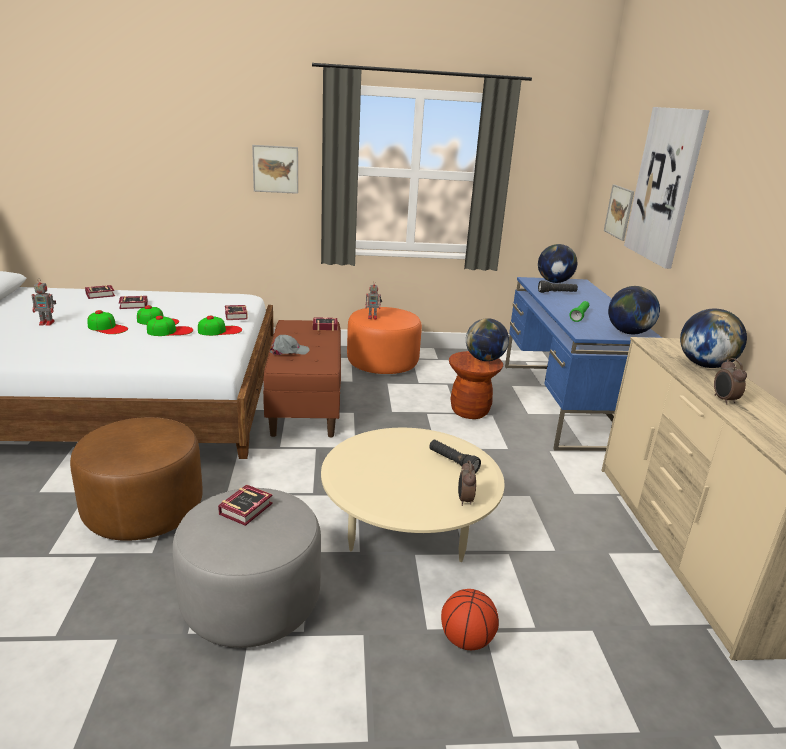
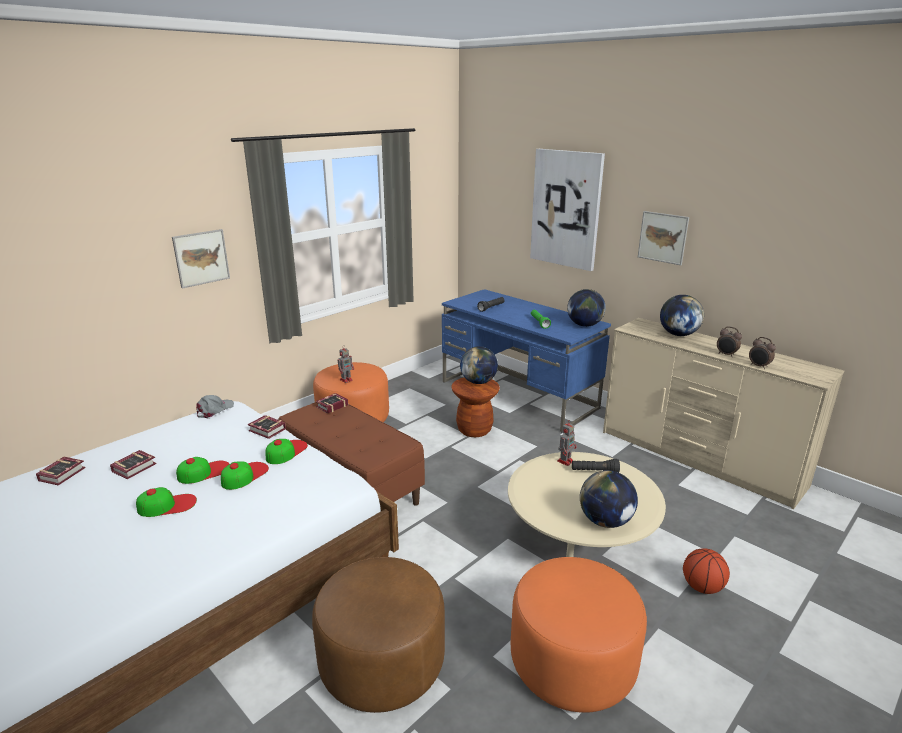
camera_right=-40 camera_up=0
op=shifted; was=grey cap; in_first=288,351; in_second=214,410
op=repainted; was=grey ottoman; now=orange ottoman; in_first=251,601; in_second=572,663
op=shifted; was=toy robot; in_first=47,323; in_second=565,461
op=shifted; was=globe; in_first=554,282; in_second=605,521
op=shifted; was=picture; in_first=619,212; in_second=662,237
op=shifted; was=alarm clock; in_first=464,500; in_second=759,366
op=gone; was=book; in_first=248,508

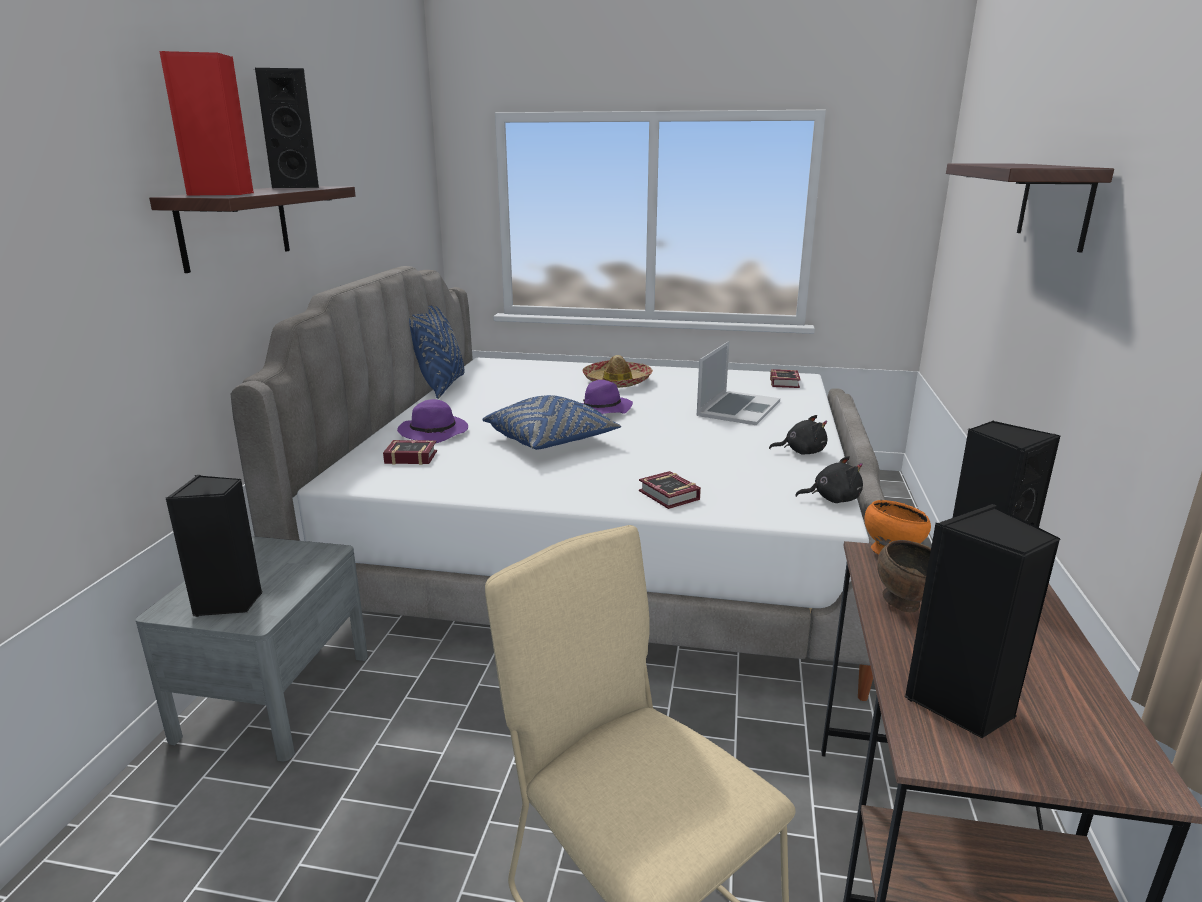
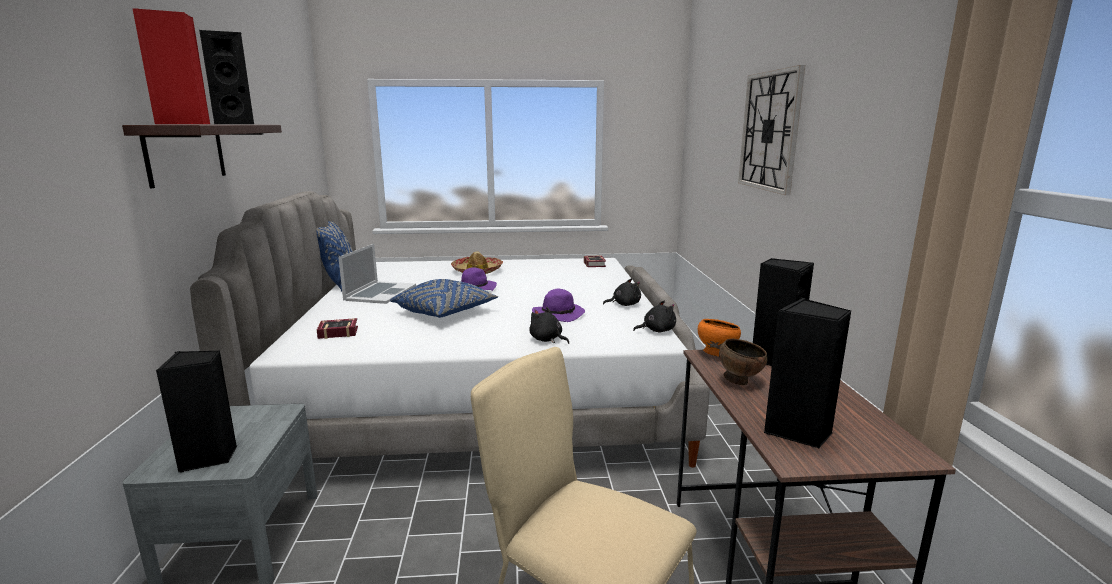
camera_right=-15 camera_up=-5
op=shifted; was=laptop; in_first=738,408; in_second=380,293
op=swapped; was=book; now=black plush toy; in_first=669,496; in_second=547,340
op=shifted; was=purple hat; in_first=435,433; in_second=559,314
op=swapped; was=shelf; now=wall clock; in_first=1055,204; in_second=770,131

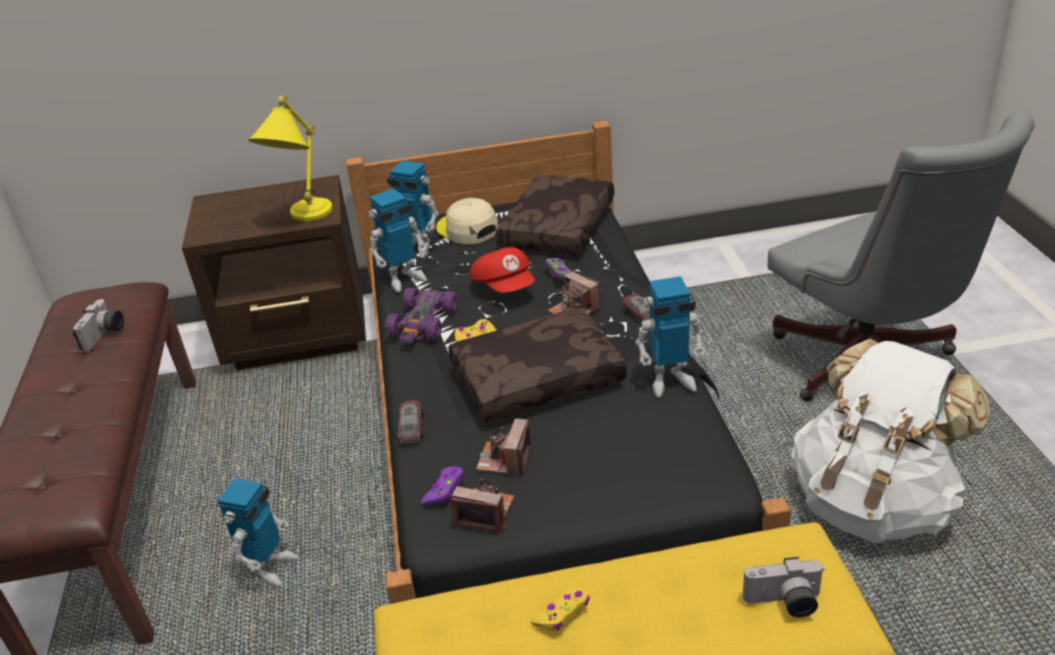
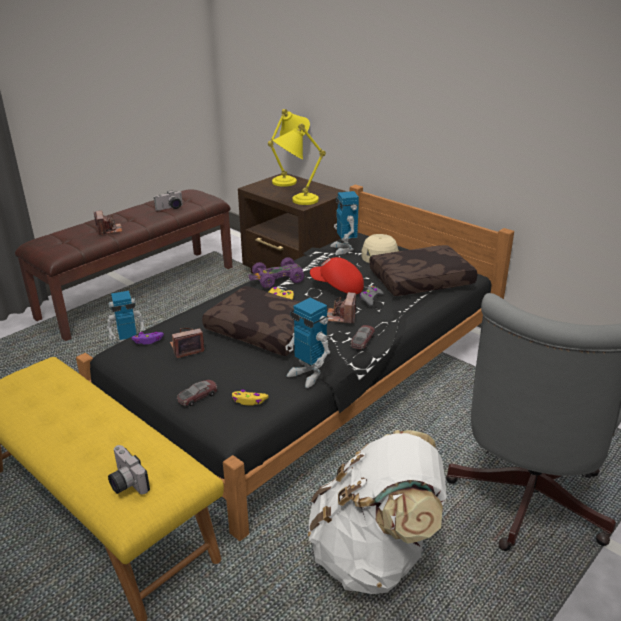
camera_right=50 camera_up=-5
op=shifted; was=photo camera; in_first=485,512; in_second=109,230
op=shifted; was=toy car; in_first=411,426; in_second=197,396
op=shifted; was=yellow game controller; in_first=563,613; in_second=249,401
op=new; now=yellow table lamp; in_second=291,180
op=rotated; was=red cap; in_first=505,286; in_second=337,287; clockwise=90
op=gone; was=toy robot; in_first=404,278

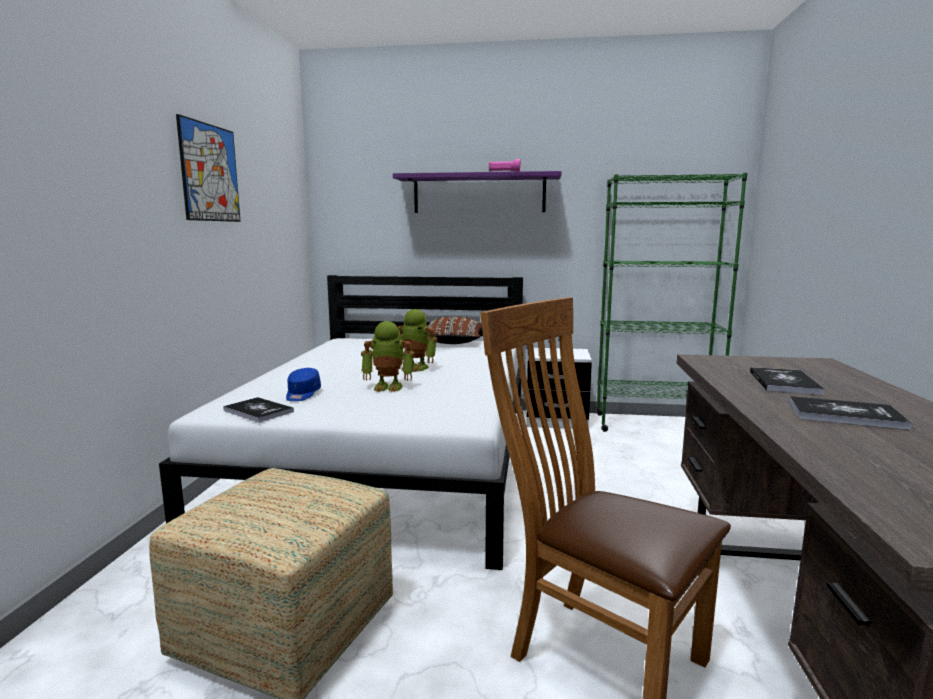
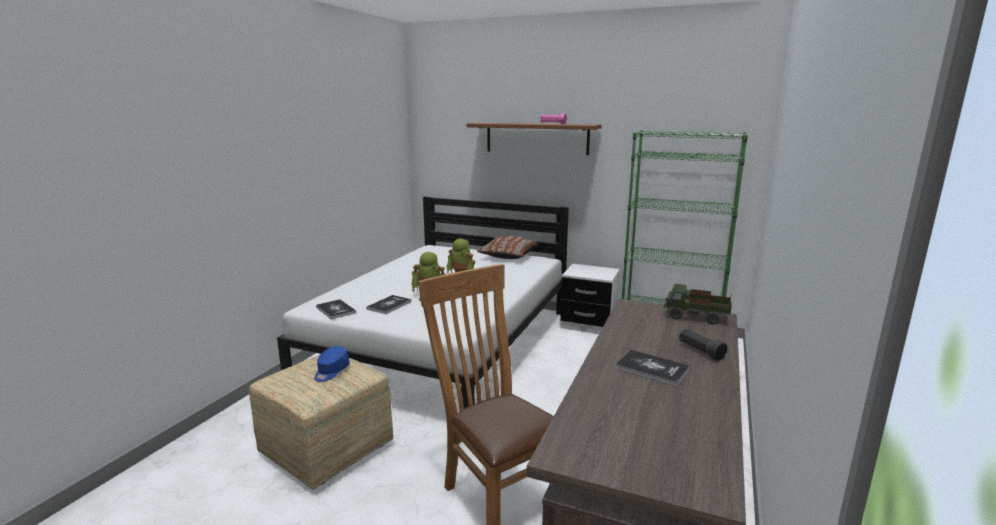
camera_right=15 camera_up=5
op=shifted; was=blue cap; in_first=302,394; in_second=331,371
op=shifted; was=book; in_first=784,382; in_second=389,305
op=repainted; was=purple shelf; now=brown shelf; in_first=479,194; in_second=536,138
op=new; now=toy truck; in_second=696,317
op=new; now=black flashlight; in_second=700,351
op=gone; was=picture; in_first=210,173

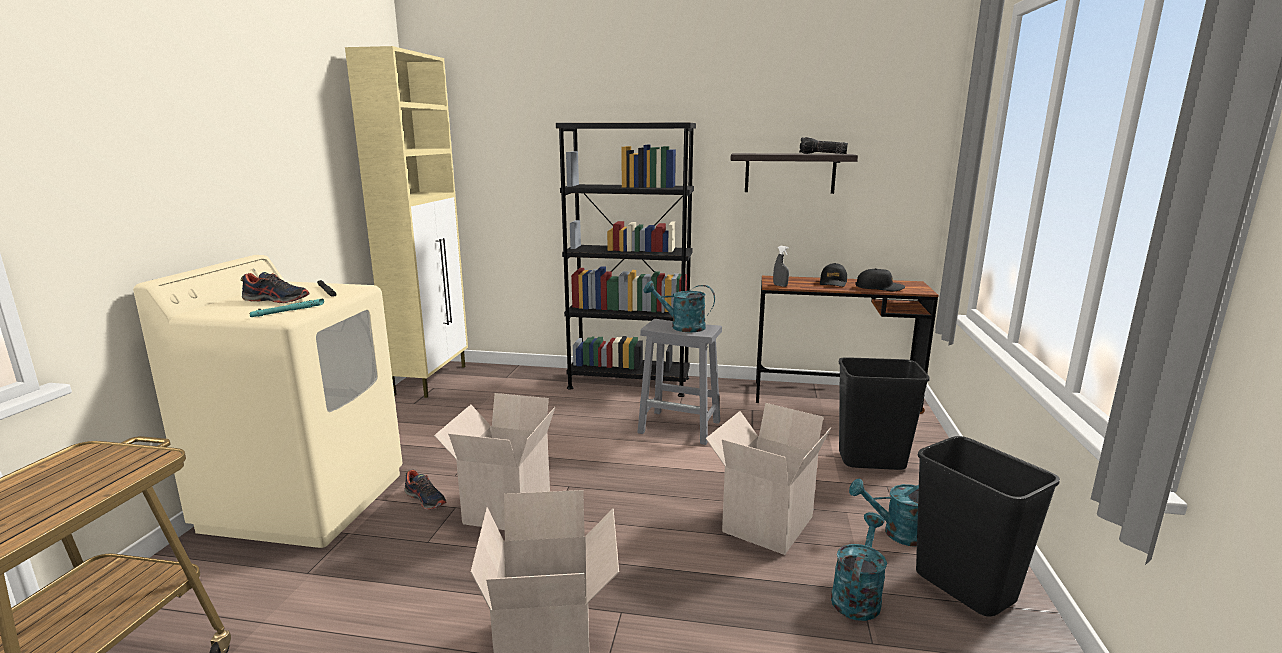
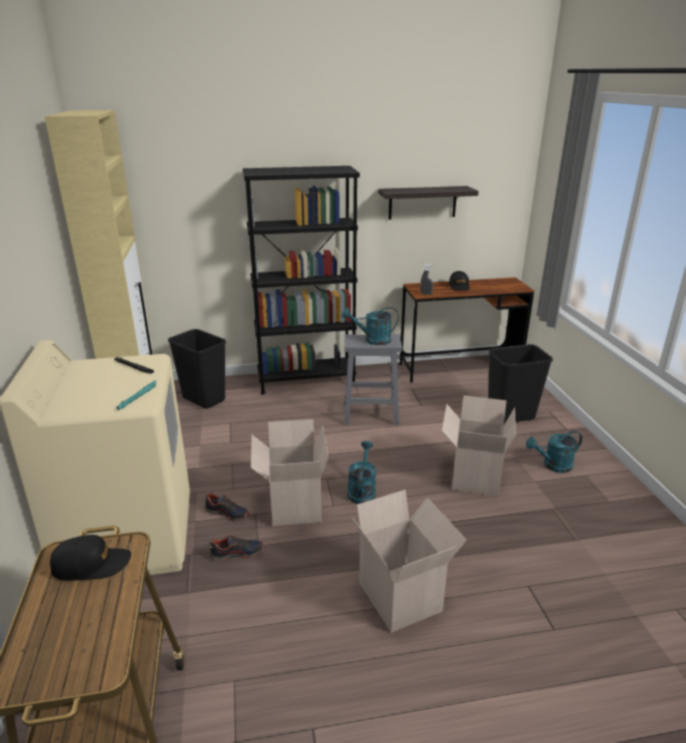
camera_right=-20 camera_up=10
op=shifted; was=black cap; in_first=879,288; in_second=91,564
op=shifted; was=black trash can; in_first=963,587; in_second=203,399
op=shifted; was=shoe; in_first=277,300; in_second=237,553
op=shifted; was=turquoise watering can; in_first=857,595; in_second=362,490
op=gone; was=flashlight; in_first=822,154

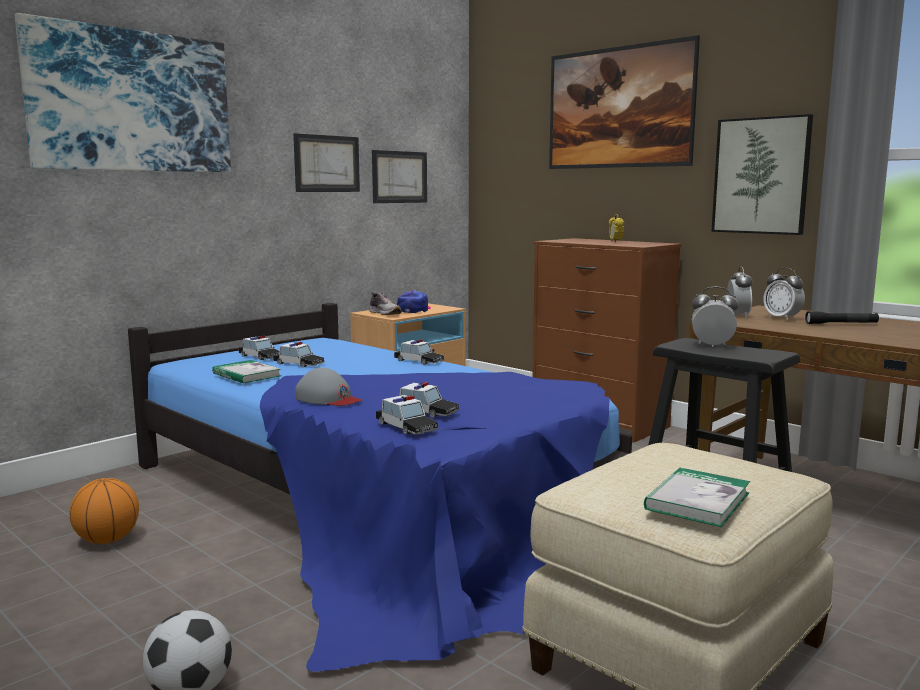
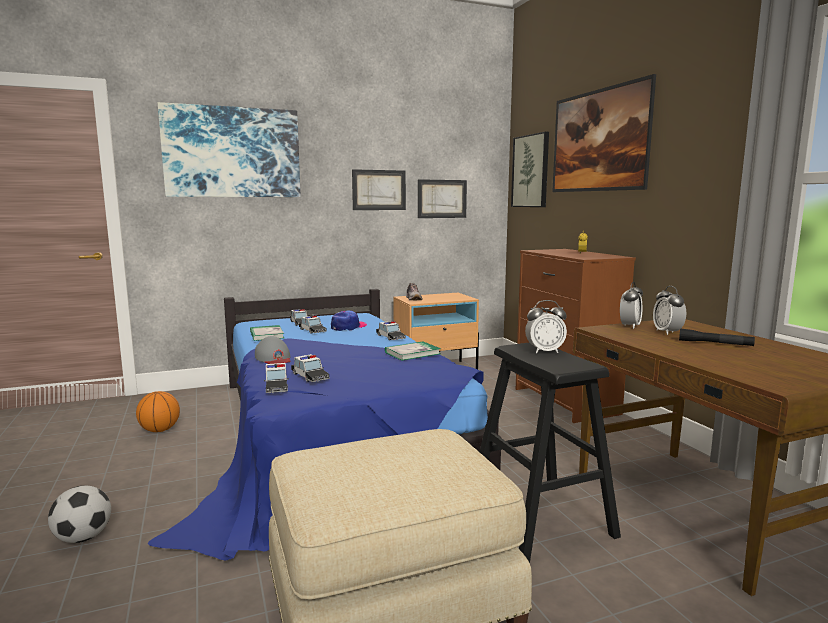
camera_right=25 camera_up=0
op=shifted; was=cap; in_first=414,310; in_second=348,327
op=shifted; was=book; in_first=697,501; in_second=412,353
op=shifted; was=picture; in_first=761,176; in_second=531,171
op=rotated; was=alarm clock; in_first=712,345; in_second=544,351; clockwise=135

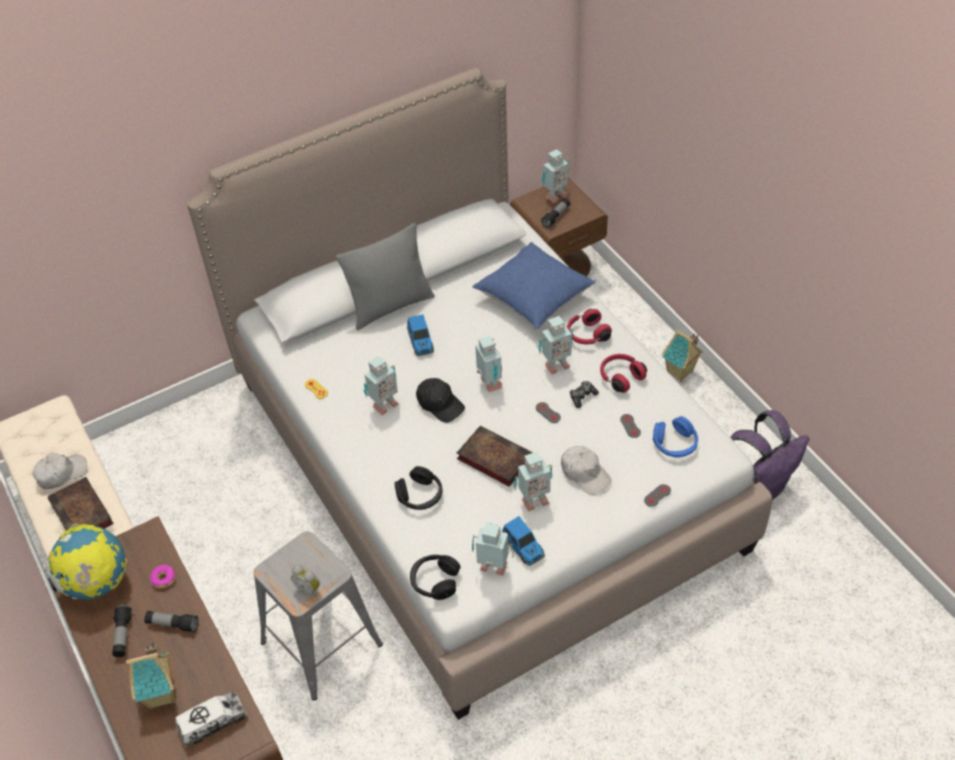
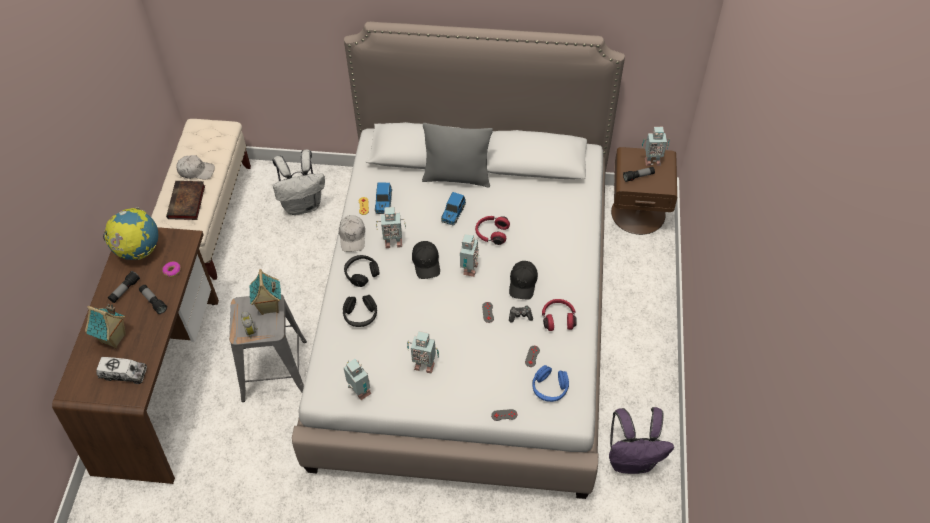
camera_right=35 camera_up=5
op=shifted; was=toy house; in_first=680,373; in_second=269,307
op=new; now=white backpack; in_second=303,204
op=shifted; was=white cap; in_first=585,473; in_second=352,236
op=shifted; was=black headphones; in_first=435,581; in_second=361,273
op=shifted; was=toy car; in_first=523,547; in_second=383,203
op=shifted; was=red headphones; in_first=587,335; in_second=491,233
op=swapped; was=toy robot; now=black cap; in_first=555,365; in_second=523,283
op=gone; was=book; in_first=493,458
op=gone; was=blue pillow; in_first=534,298

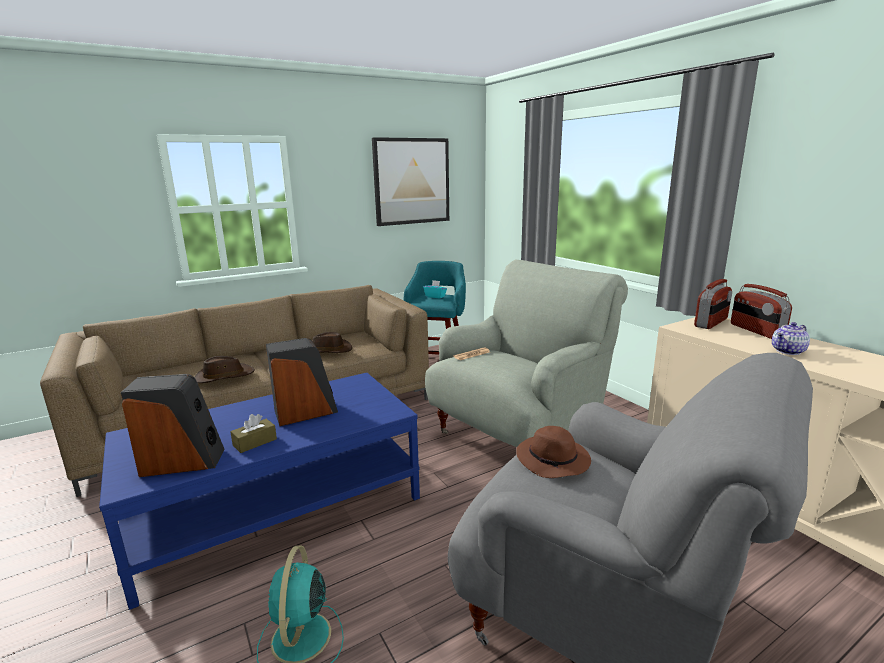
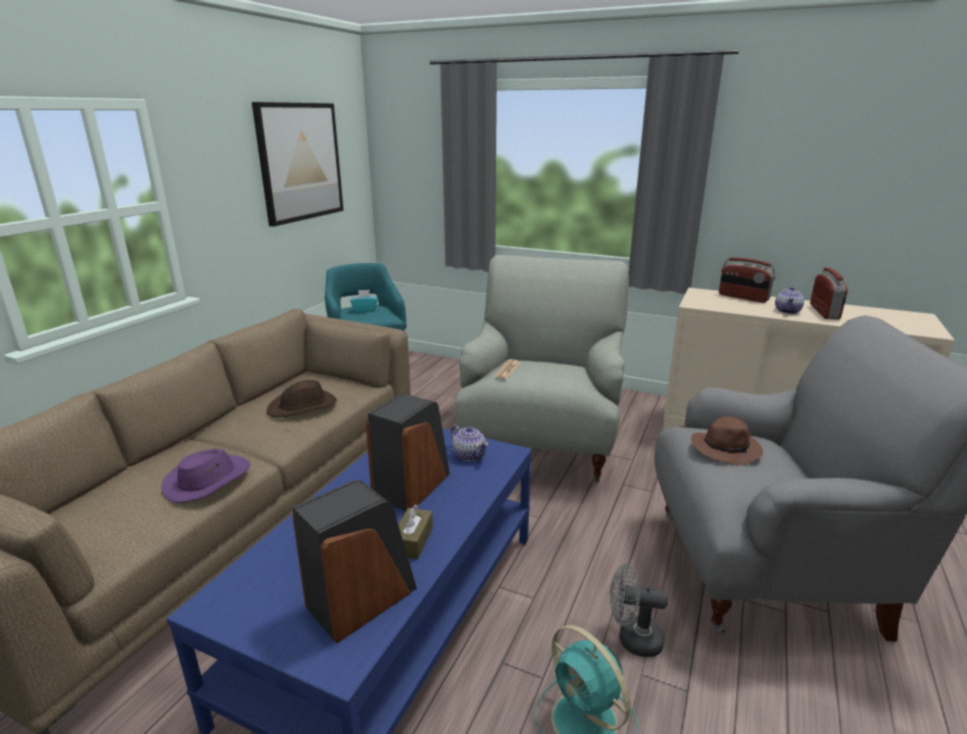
camera_right=-35 camera_up=5
op=repainted; was=brown hat; now=purple hat; in_first=224,376; in_second=207,480
op=new; now=teapot; in_second=469,455
op=new; now=grey fan; in_second=632,639
op=shifted; was=radio; in_first=711,323; in_second=824,312

